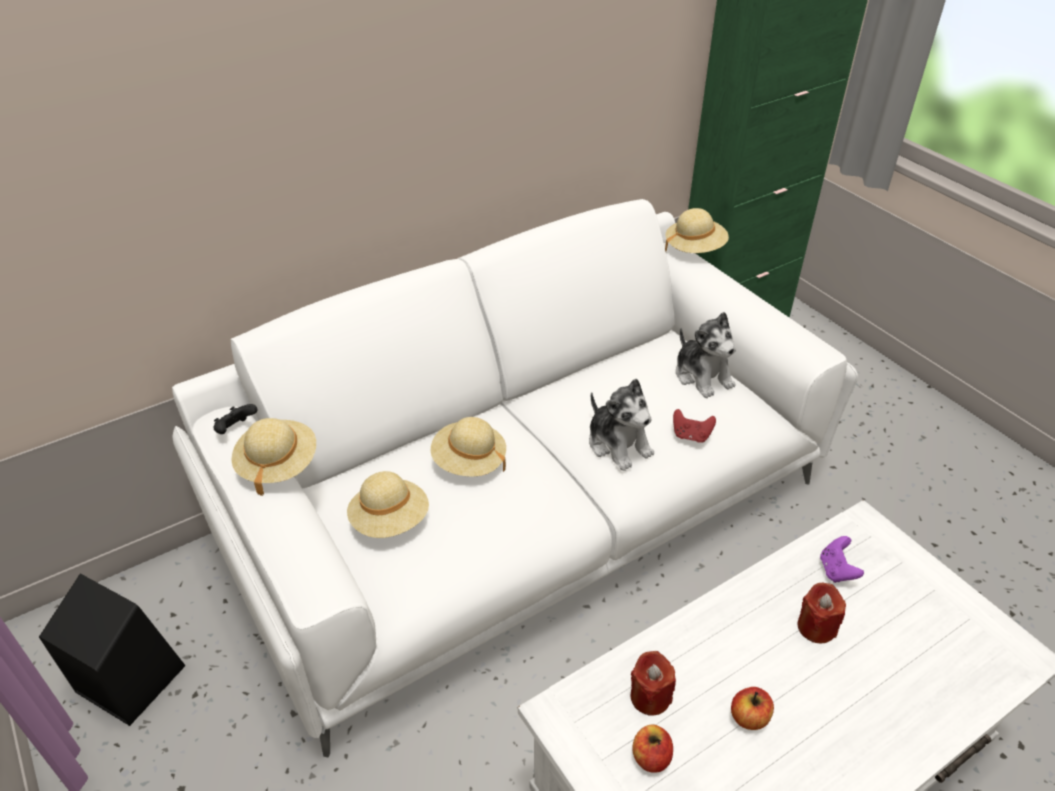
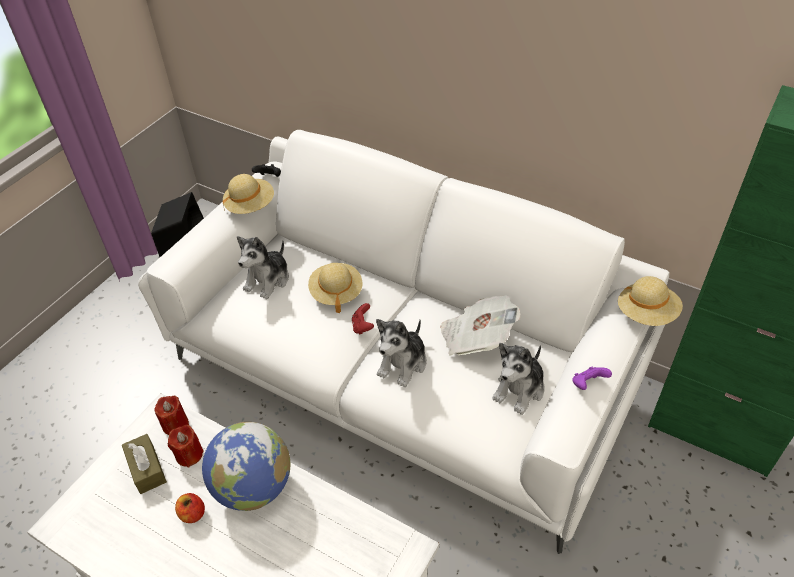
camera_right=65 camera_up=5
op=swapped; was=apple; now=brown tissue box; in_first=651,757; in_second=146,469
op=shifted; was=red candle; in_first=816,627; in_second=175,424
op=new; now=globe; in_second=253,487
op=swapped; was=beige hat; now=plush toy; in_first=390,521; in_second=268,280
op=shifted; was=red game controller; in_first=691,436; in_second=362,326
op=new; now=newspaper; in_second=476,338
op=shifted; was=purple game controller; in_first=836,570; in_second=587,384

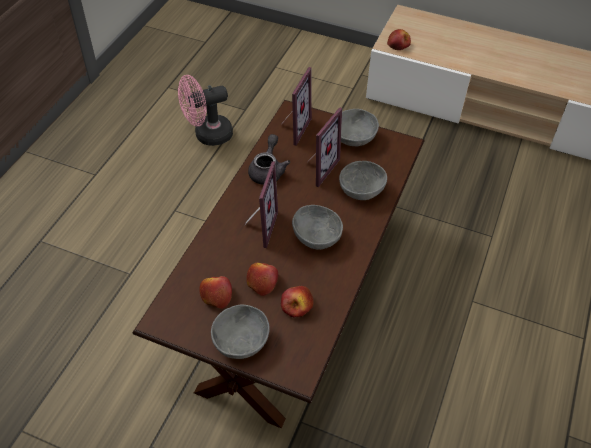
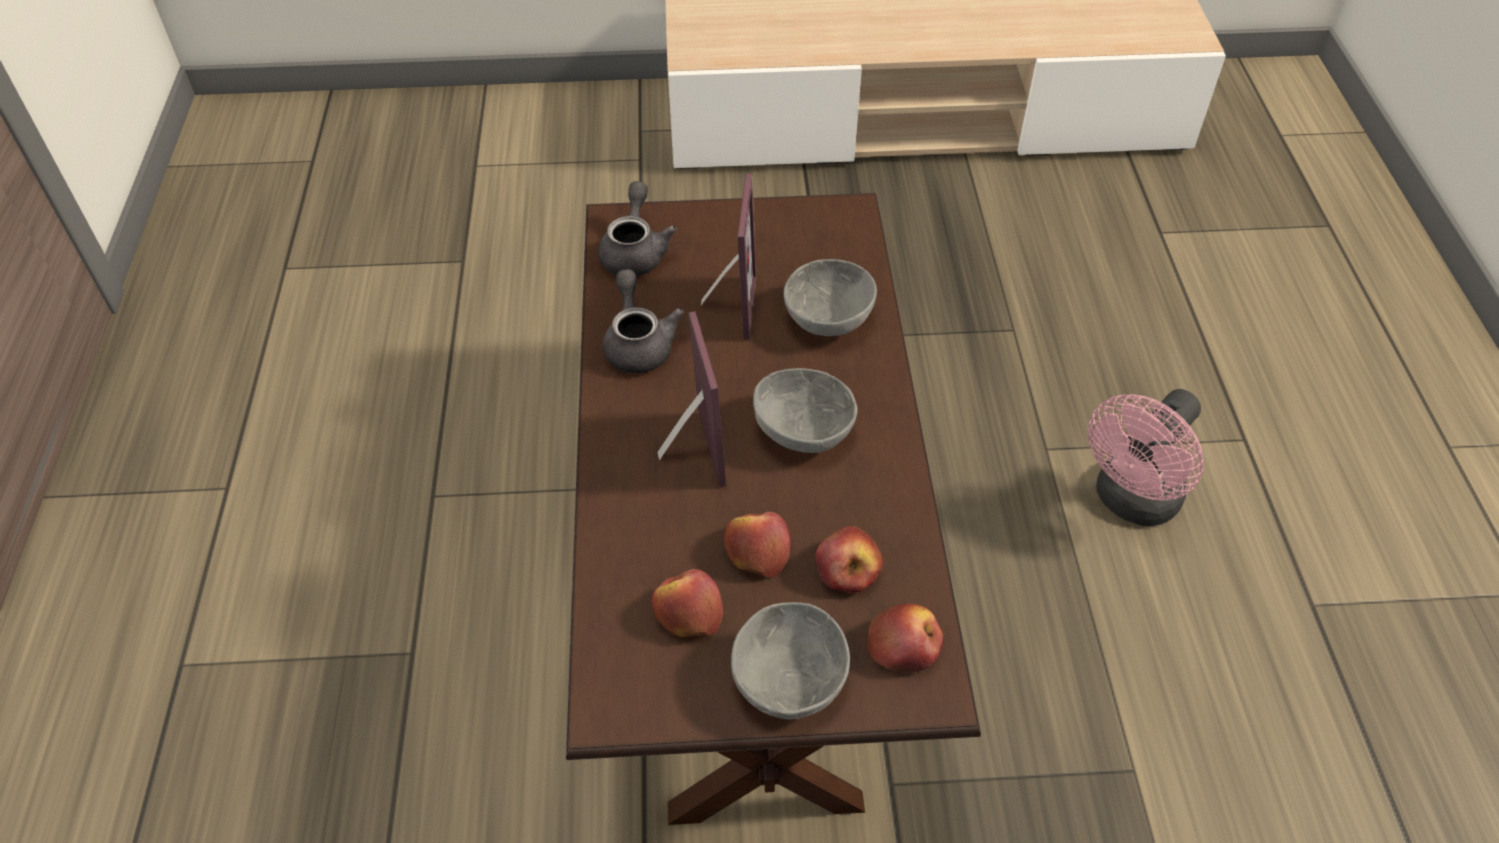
camera_right=-25 camera_up=0
op=swapped; was=picture frame; now=grey teapot; in_first=292,128; in_second=635,251
op=shifted; was=apple; in_first=398,44; in_second=904,645
op=shifted; was=pink fan; in_first=207,135; in_second=1131,502
op=gone; was=grey bowl; in_first=355,138

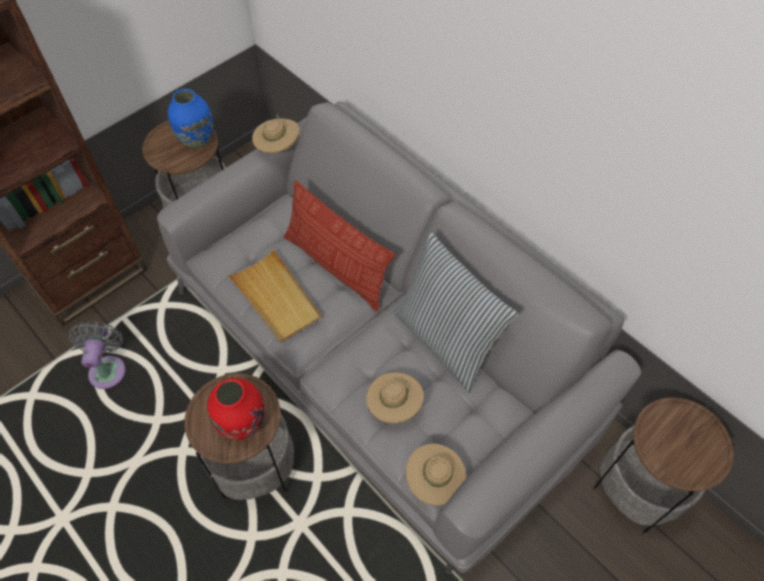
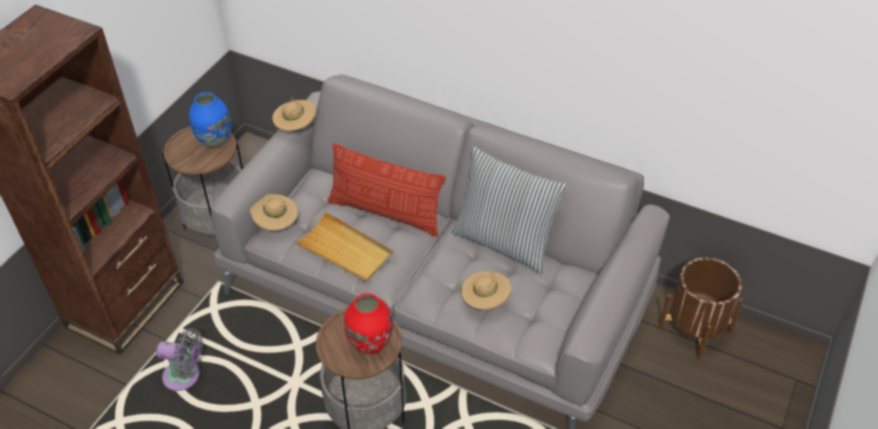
camera_right=-20 camera_up=-10
op=rotated; was=grey fan; in_first=108,368; in_second=185,376; clockwise=120
op=shifted; was=beige hat; in_first=434,481; in_second=276,224
op=swapped; was=side table; now=brown planter; in_first=636,490; in_second=694,329

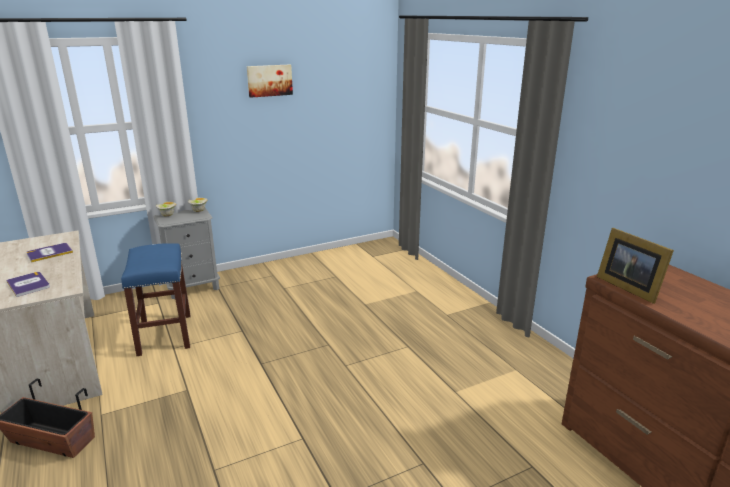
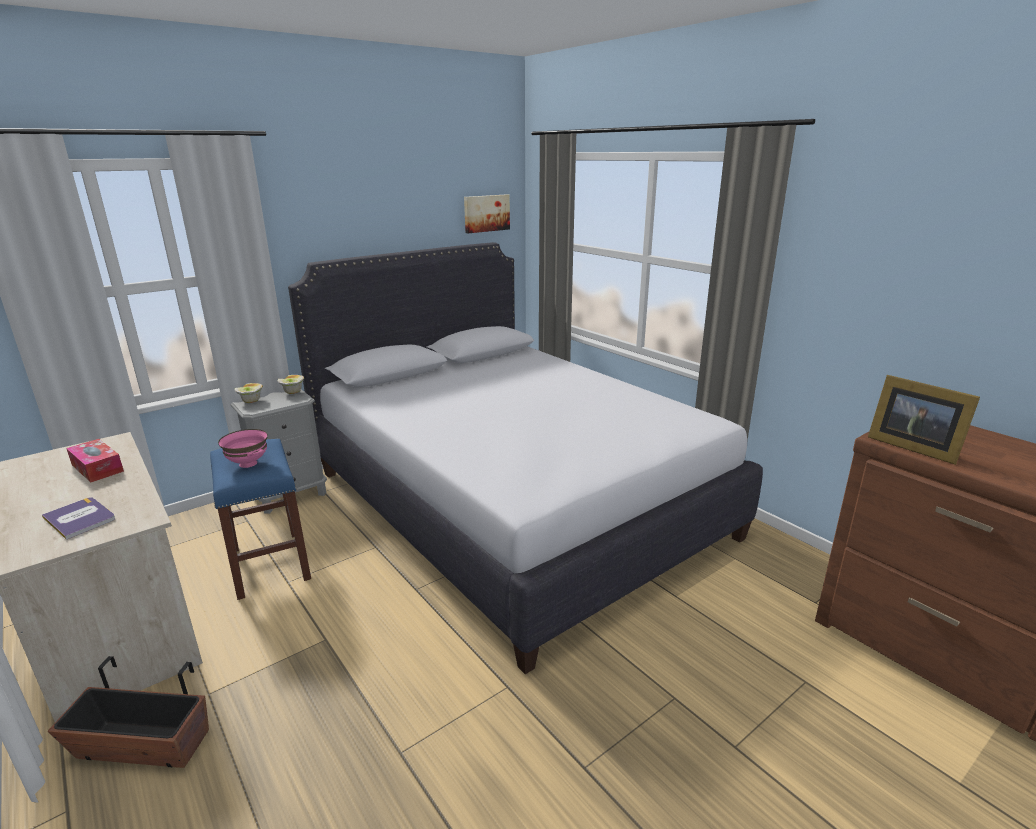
camera_right=-10 camera_up=0
op=swapped; was=book; now=tissue box; in_first=49,253; in_second=97,468
op=new; now=pink bowl; in_second=248,463
op=new; now=white bed; in_second=512,503
op=shifted; was=picture; in_first=269,80; in_second=486,213

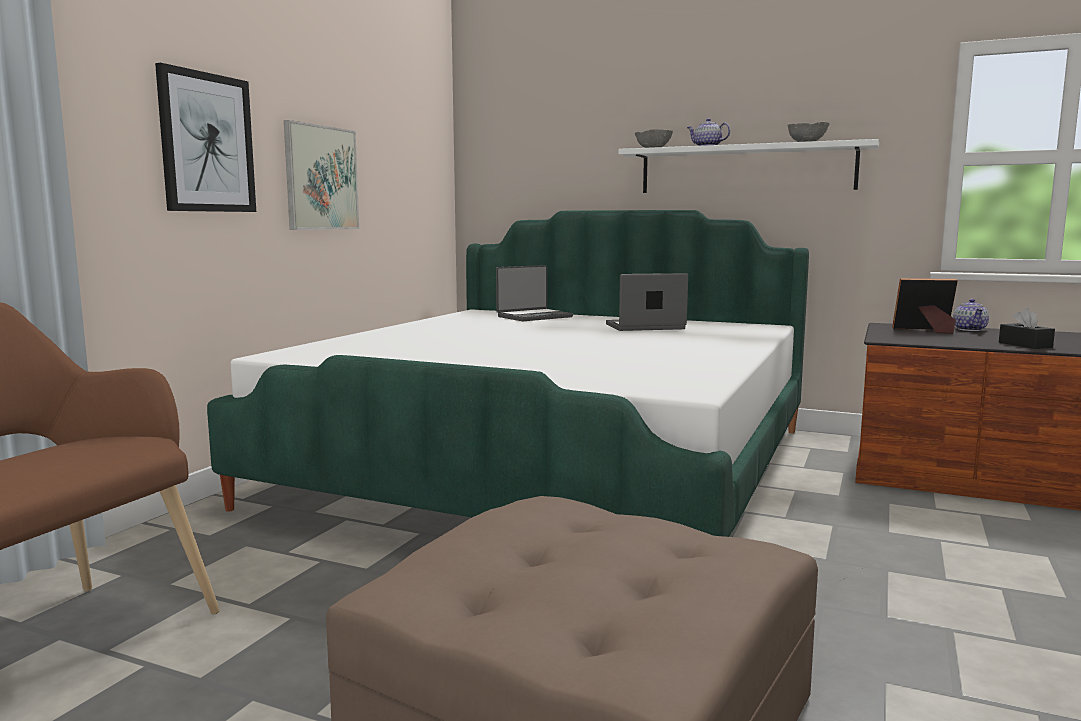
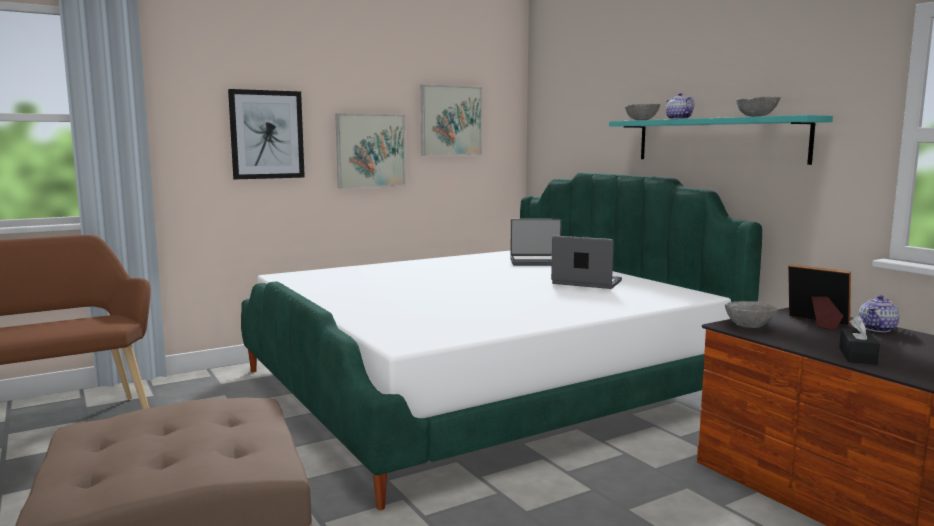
camera_right=35 camera_up=0
op=new; now=picture; in_second=451,120
op=repainted; was=white shelf; now=turquoise shelf; in_first=745,169; in_second=717,140
op=new; now=grey bowl; in_second=749,327

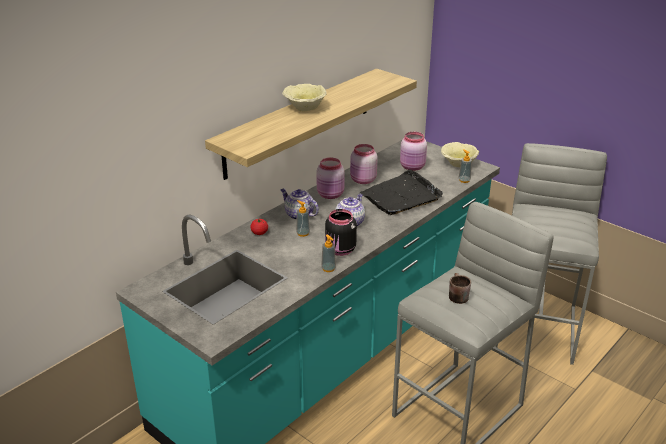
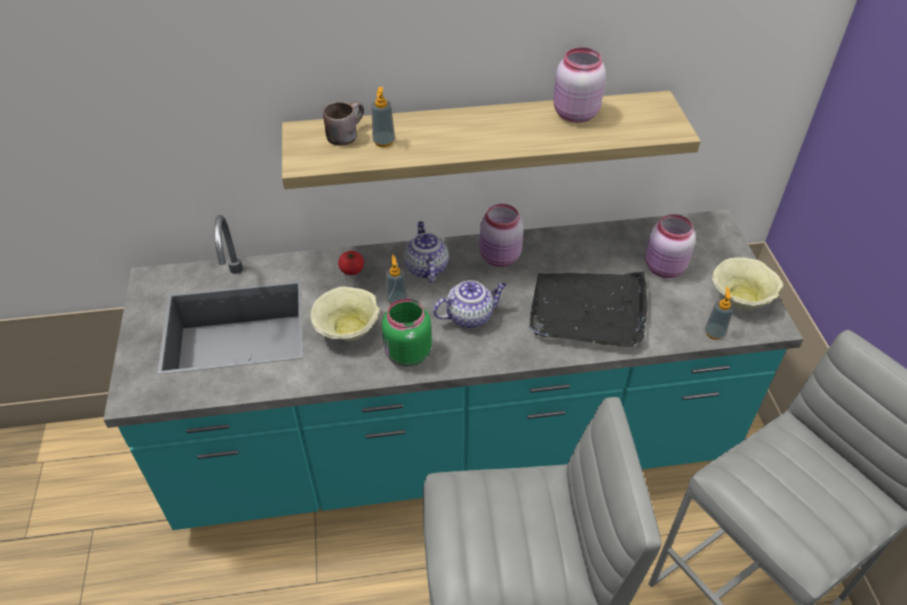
camera_right=40 camera_up=15
op=shifted; was=beige bowl; in_first=304,108; in_second=348,328
op=shifted; was=brown mug; in_first=456,295; in_second=344,134
op=shifted; was=soap dispenser; in_first=328,268; in_second=384,142
op=repainted; was=black jar; now=green jar; in_first=340,250; in_second=407,354
op=shifted; was=pink jar; in_first=363,180; in_second=574,114

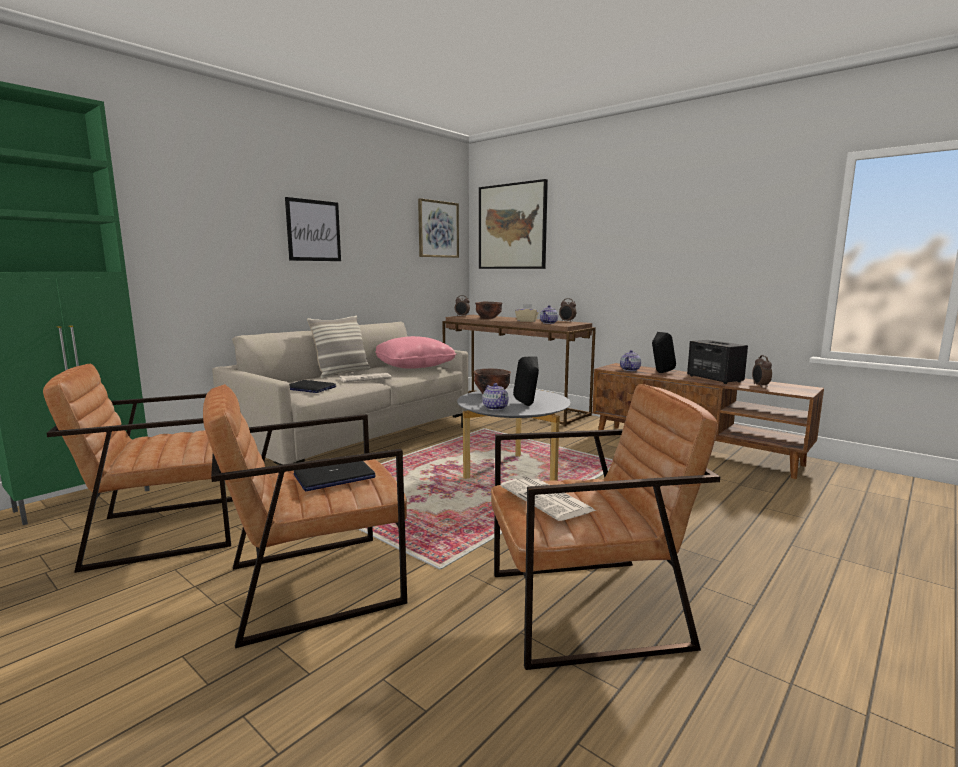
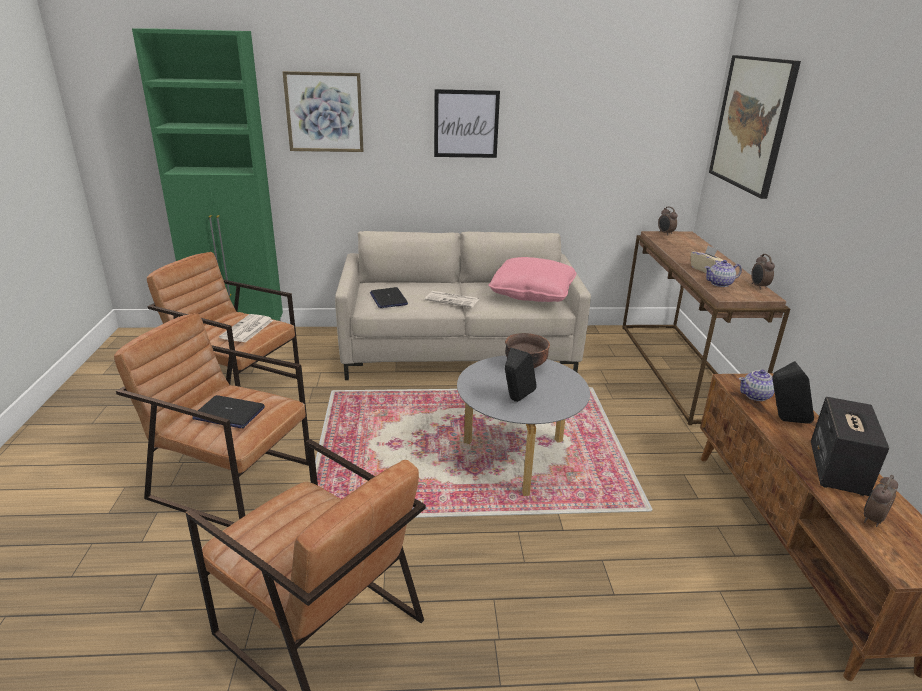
camera_right=45 camera_up=15
op=shifted; was=newspaper; in_first=547,499; in_second=247,329
op=shifted; was=picture; in_first=438,229; in_second=324,112
op=gone; was=pillow; in_first=342,373
op=gone; was=brown bowl; in_first=488,318
op=gone; was=teapot; in_first=495,408

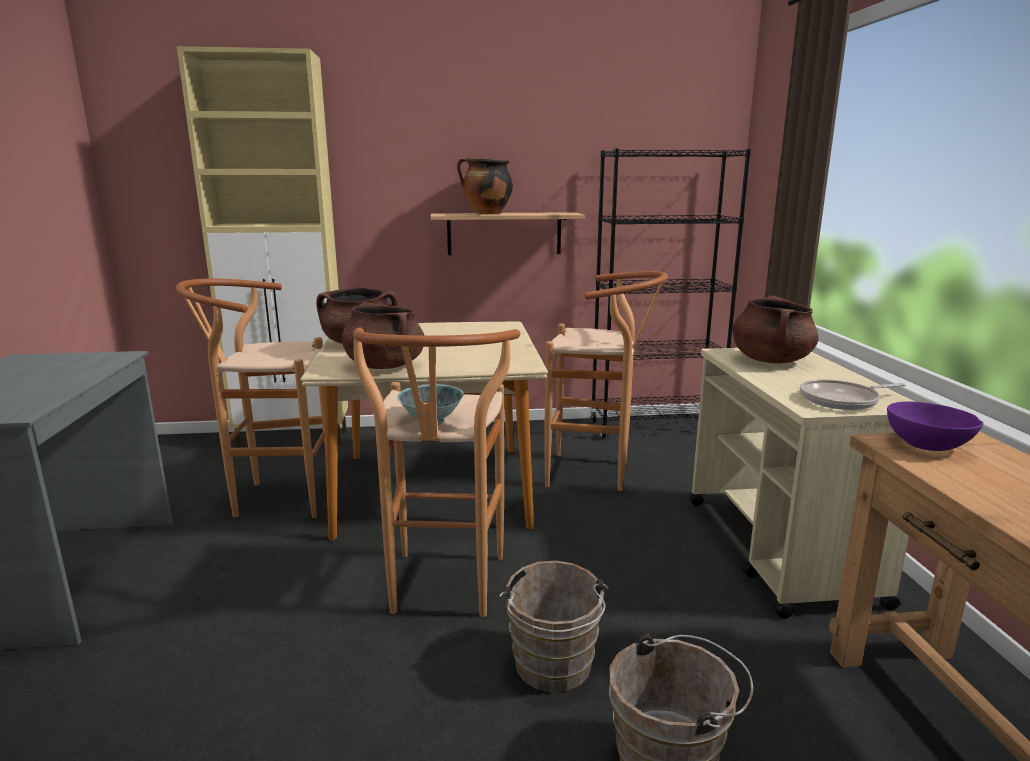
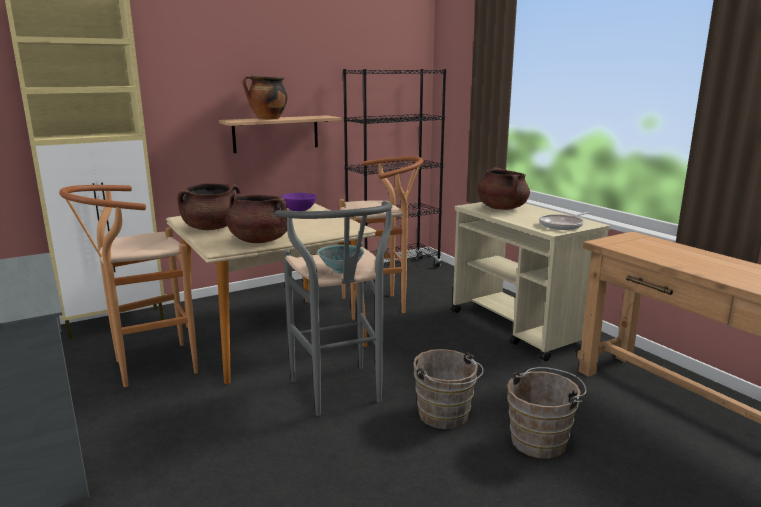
camera_right=-25 camera_up=0
op=repainted; was=brown stool; now=grey stool; in_first=443,591; in_second=341,395
op=shifted; was=purple bowl; in_first=927,445; in_second=299,210

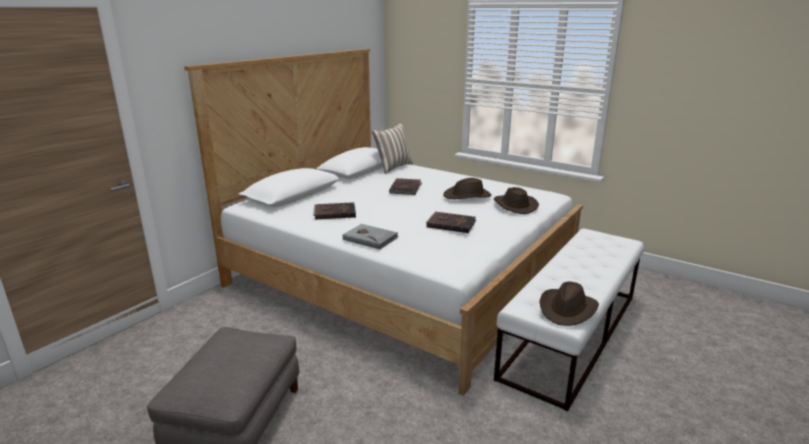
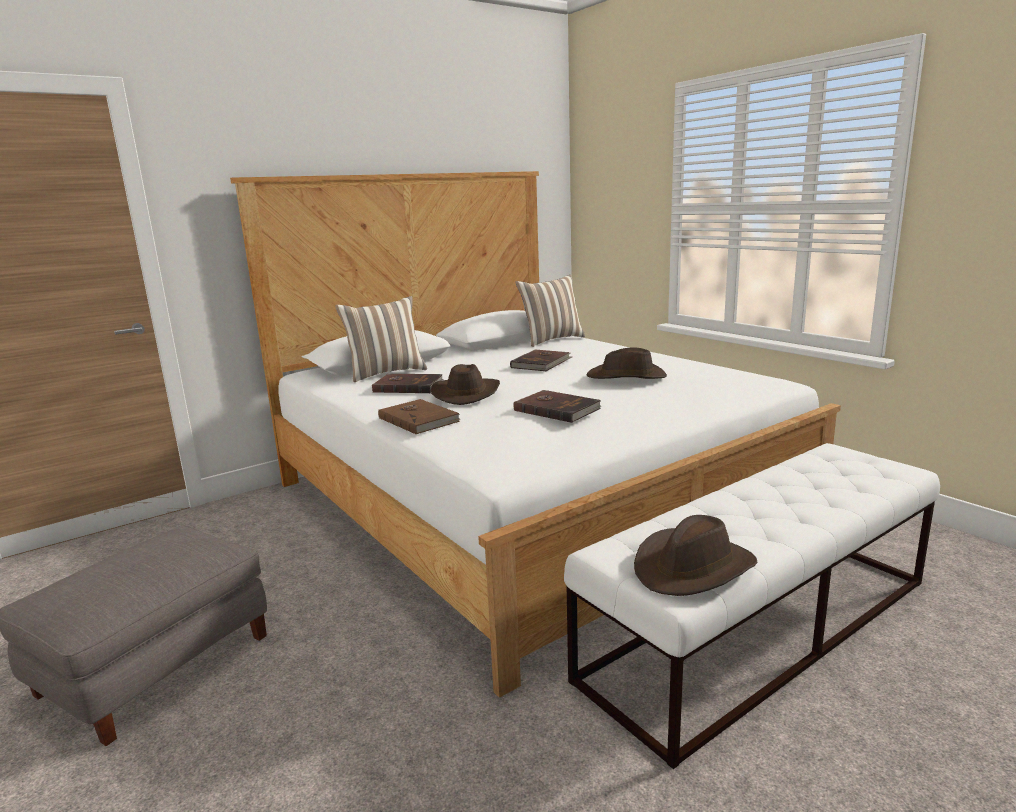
camera_right=20 camera_up=-5
op=new; now=pillow; in_second=386,373
op=repainted; was=grey book; now=brown book; in_first=370,238; in_second=419,419
op=shifted; was=brown hat; in_first=514,205; in_second=466,393

